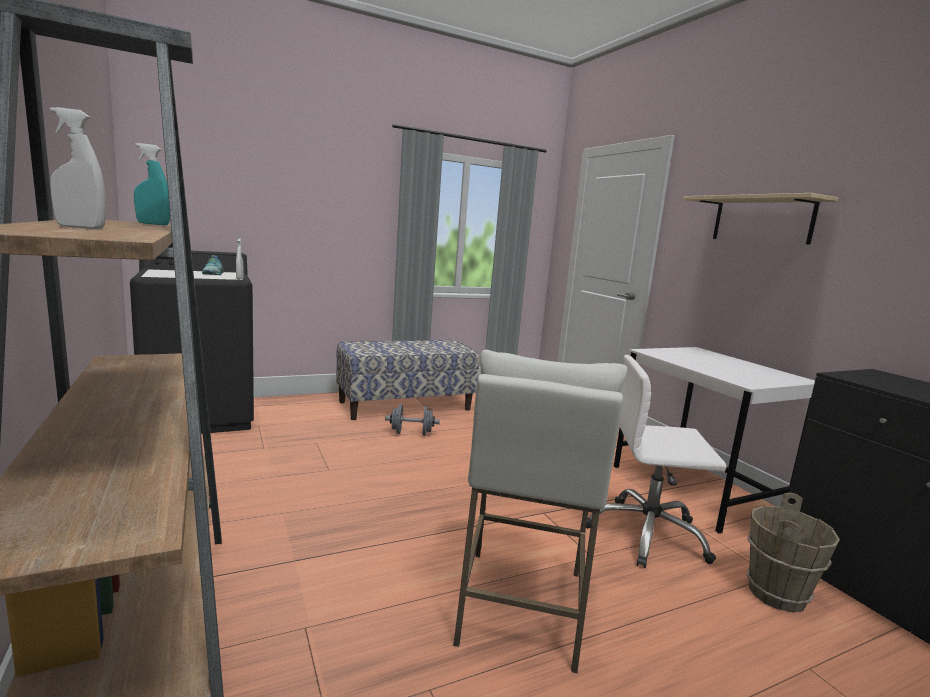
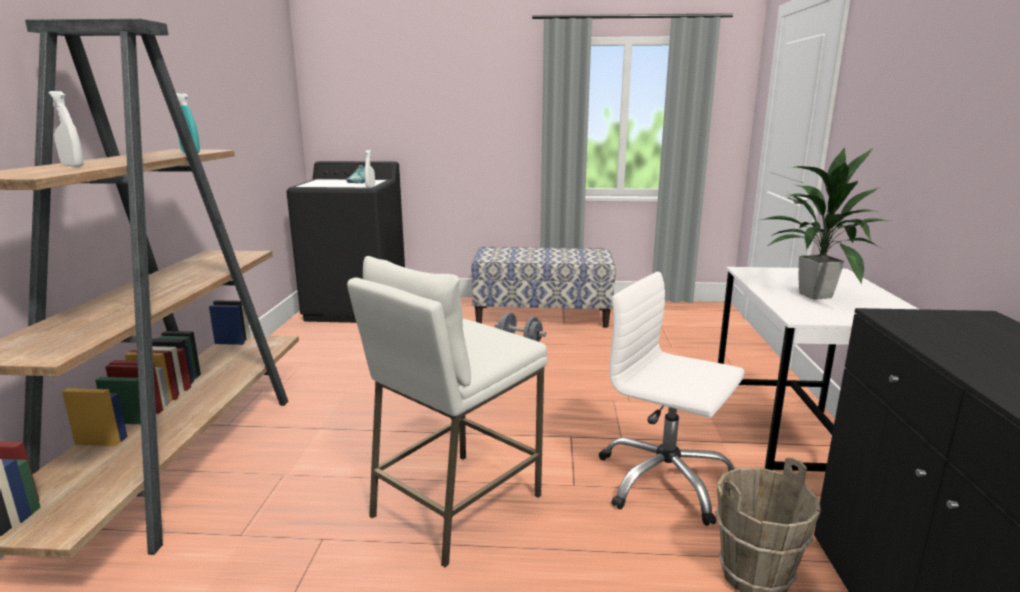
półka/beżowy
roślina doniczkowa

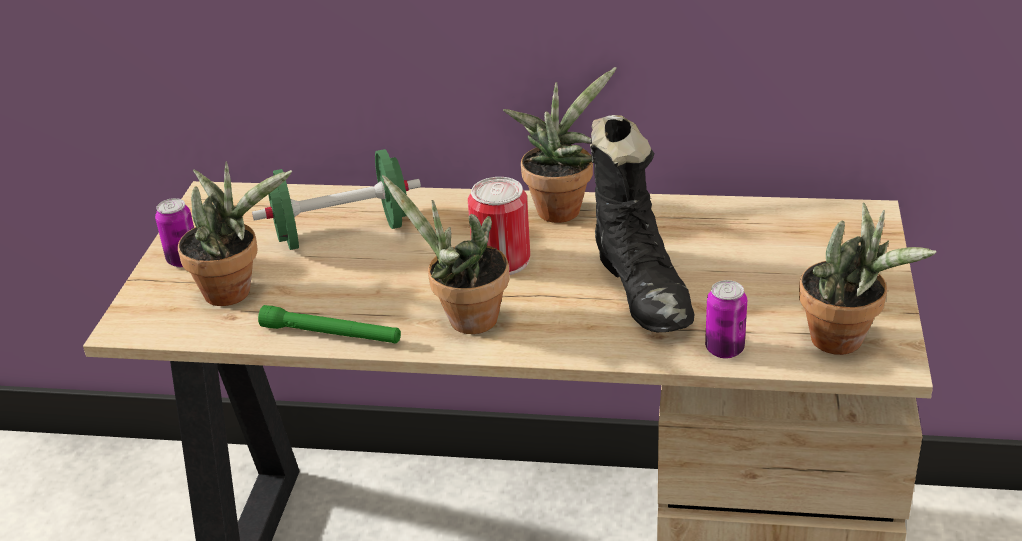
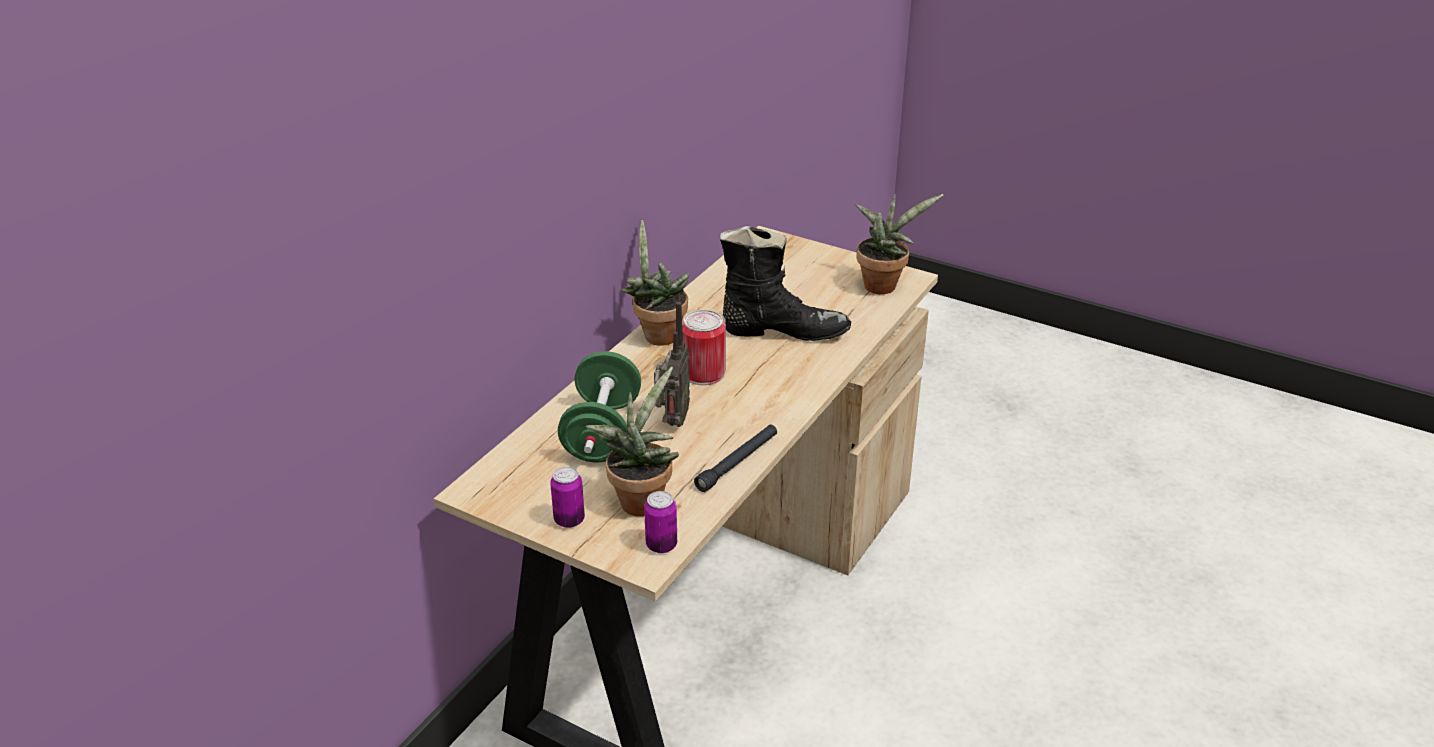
roślina doniczkowa (no. 2 from left in the first image)
radio
puszka (no. 2 from left)
latarka/czarny

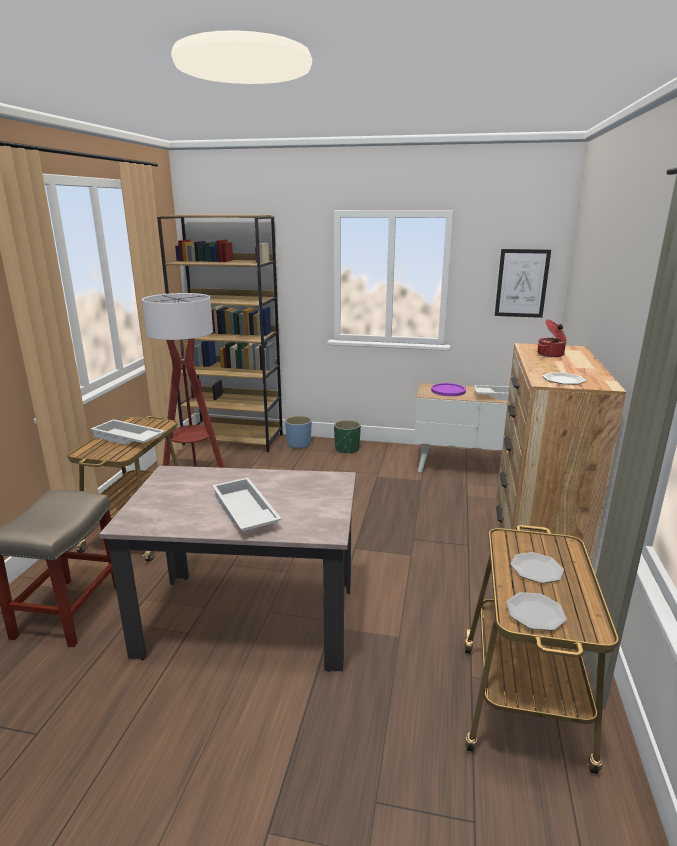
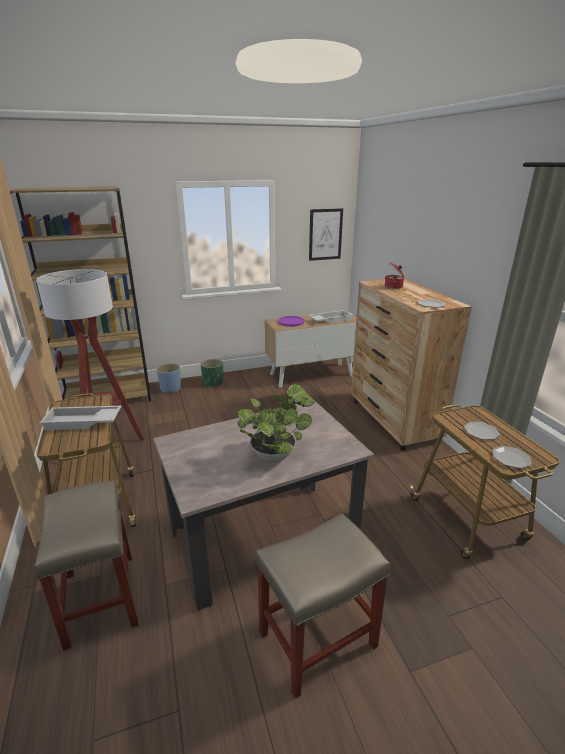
stołek/beżowy (no. 2 from left)
roślina doniczkowa

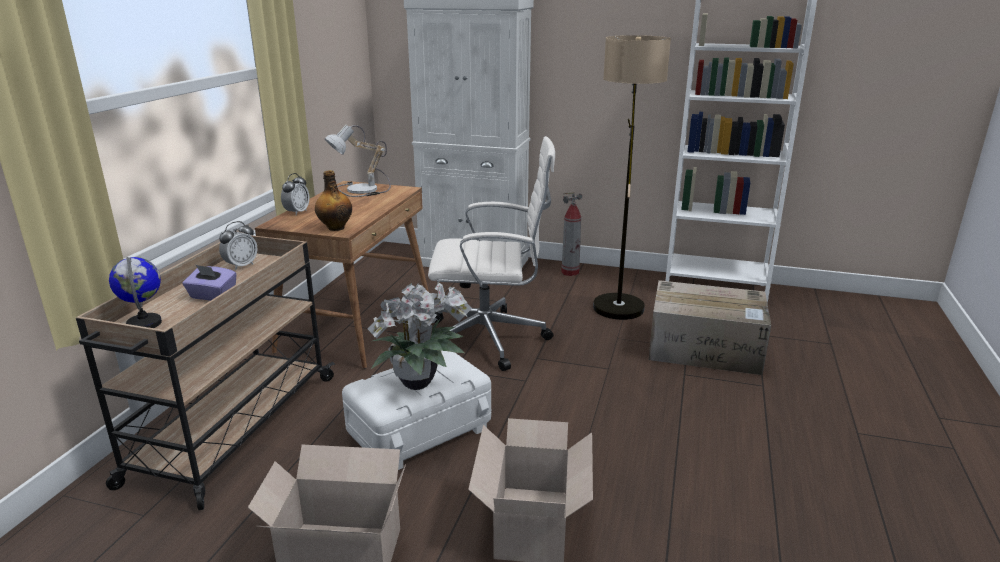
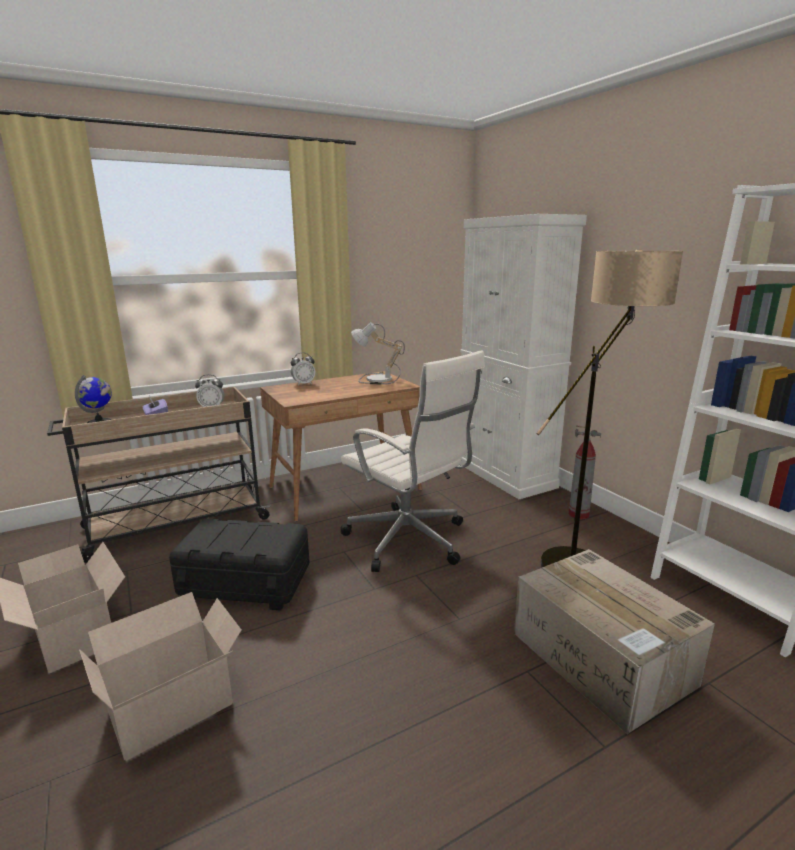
butelka
roślina doniczkowa
pojemnik do przechowywania/czarny

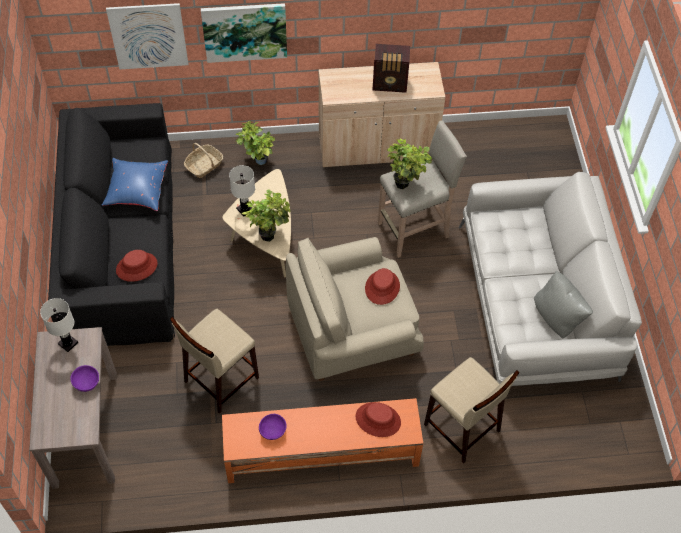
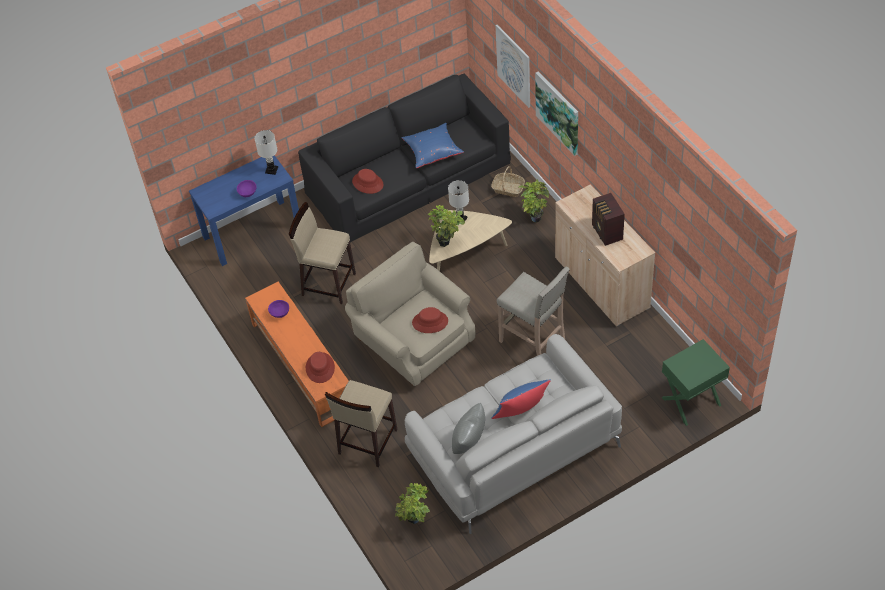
poduszka/niebieski (no. 2 from left)
szafka nocna/zielony
roślina doniczkowa (no. 1 from left)
stolik konsolowy/niebieski

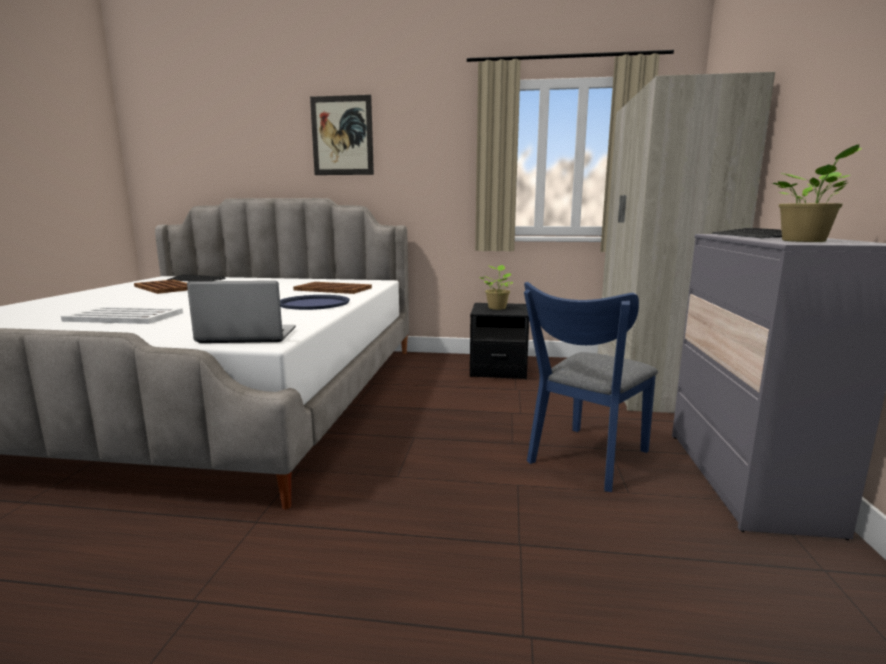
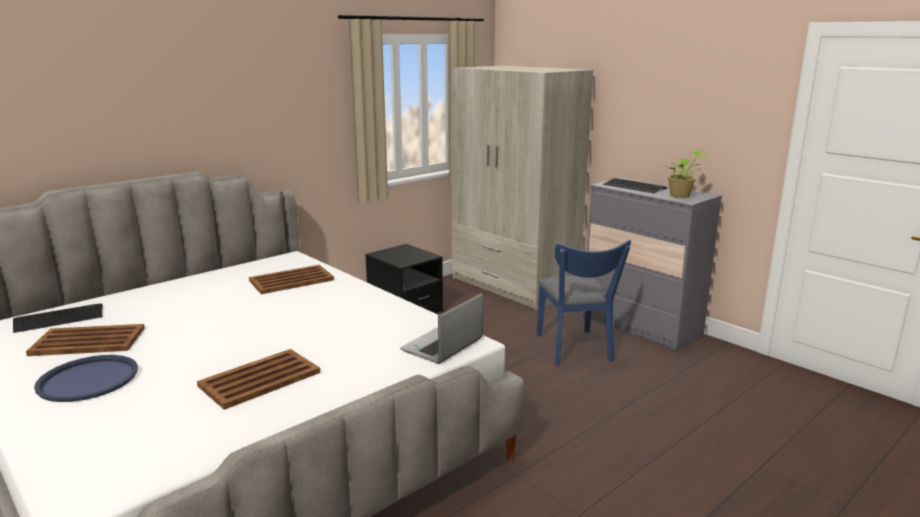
obraz
roślina doniczkowa (no. 1 from left in the first image)
taca/niebieski
taca/brązowy (no. 2 from left)

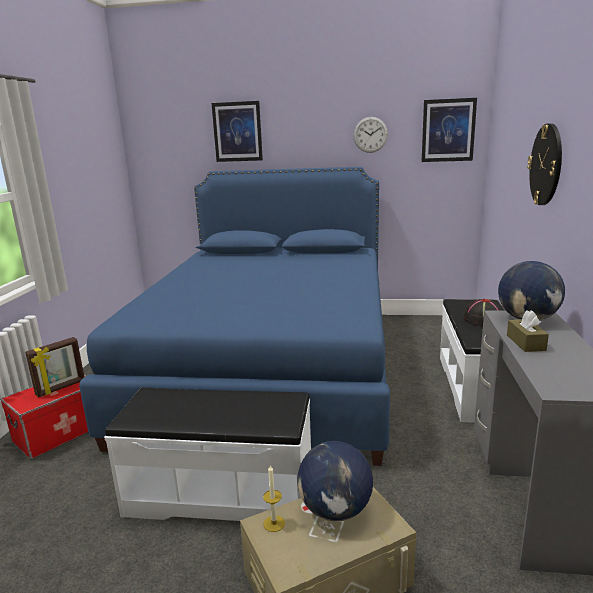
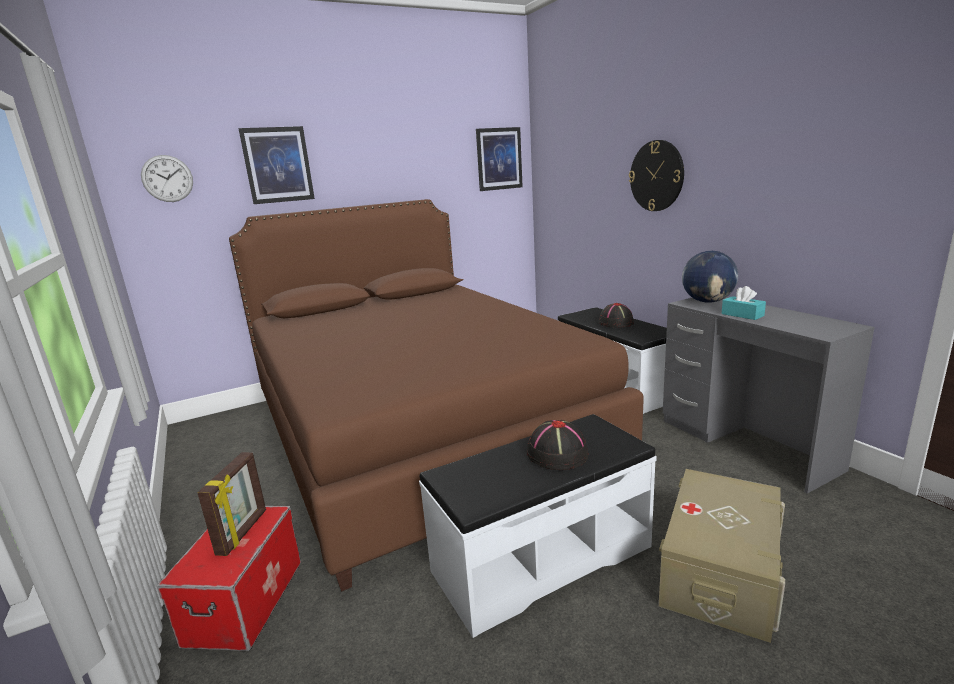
świeca
globus (no. 1 from left in the first image)
kapelusz/czarny (no. 1 from left)
zegar ścienny (no. 1 from left)
łóżko/brązowy
pudełko chusteczek/turkusowy

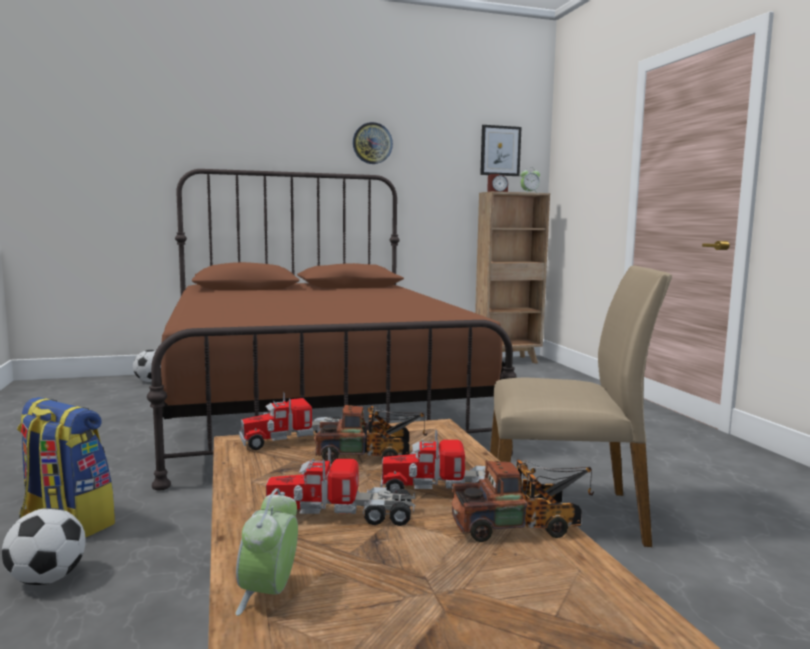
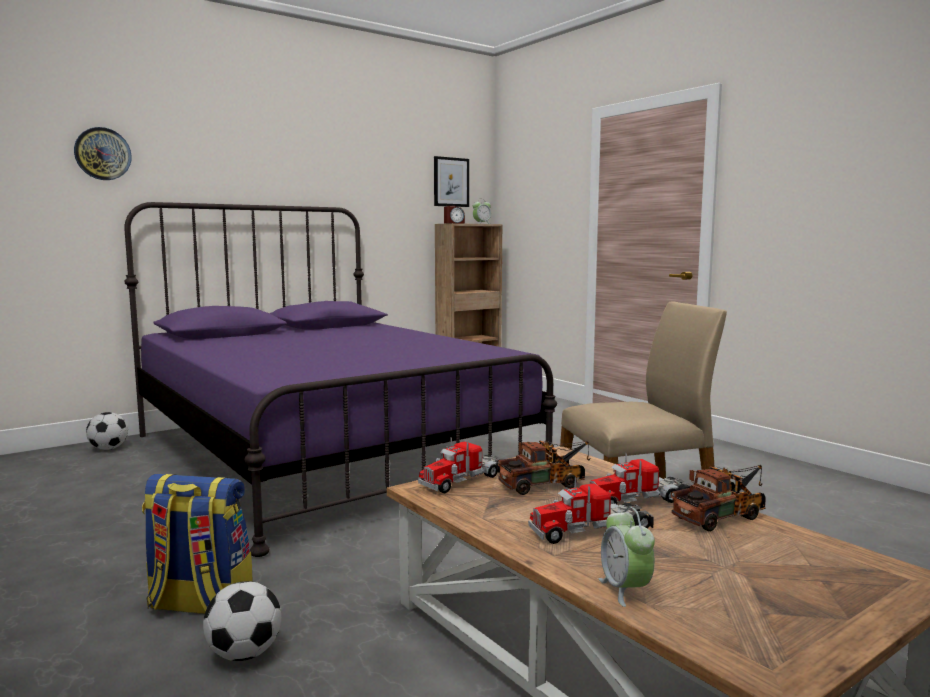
zegar ścienny
łóżko/fioletowy

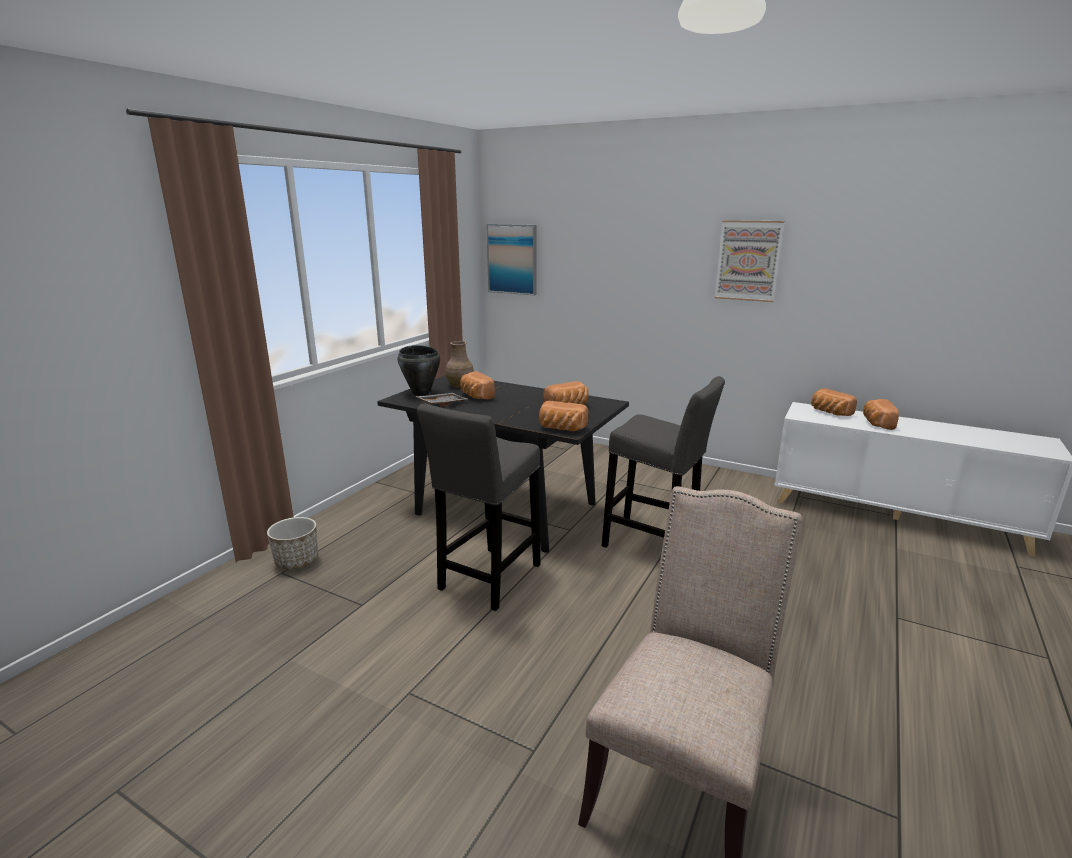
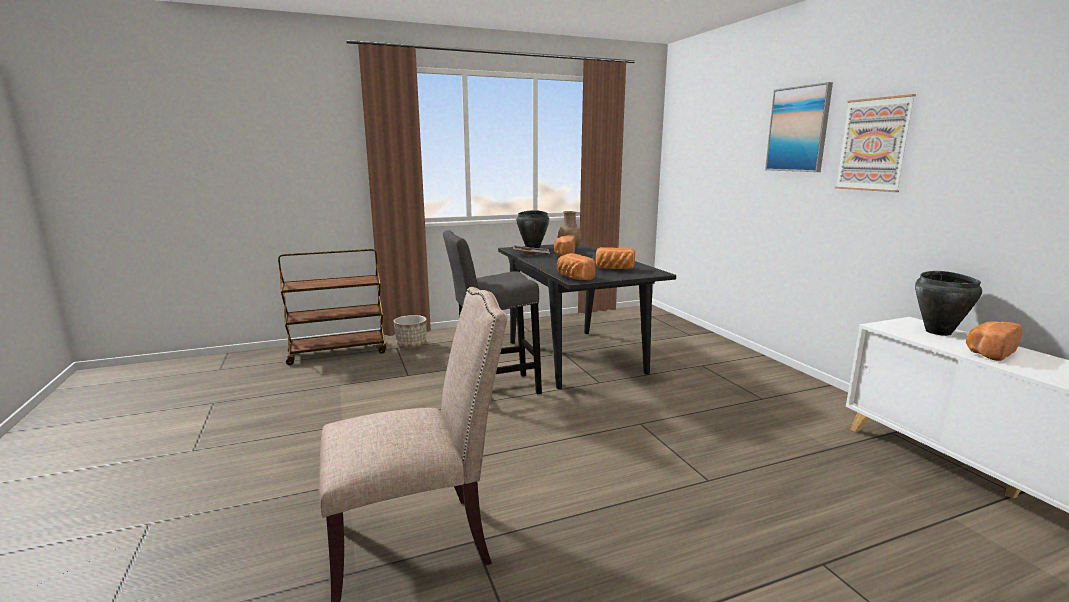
stołek/szary (no. 2 from left in the first image)
wózek/brązowy
obraz (no. 1 from left)
garnek/czarny (no. 2 from left)

